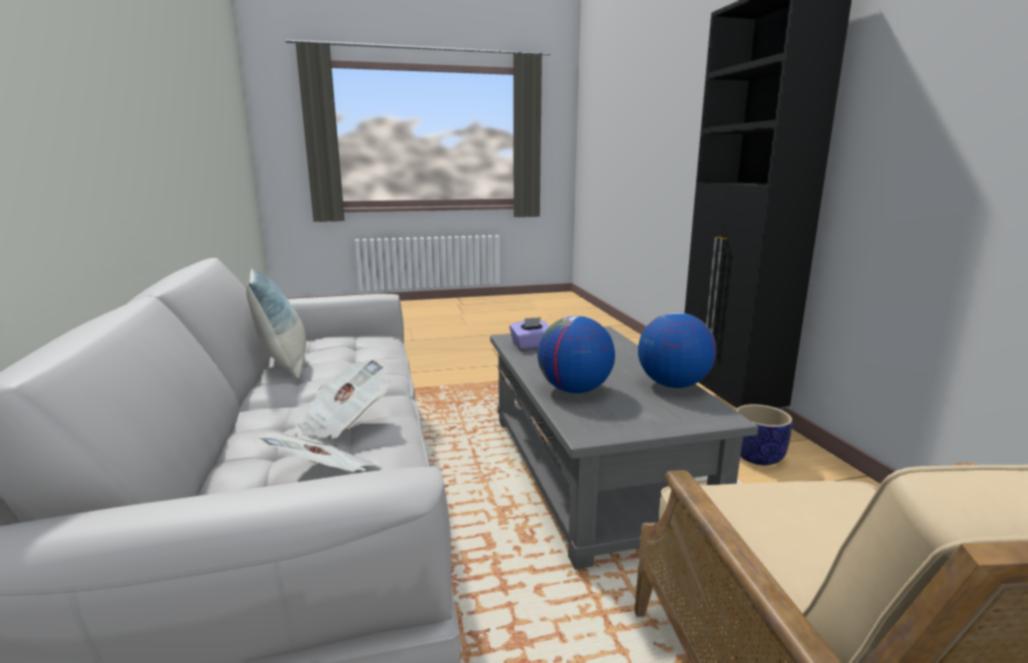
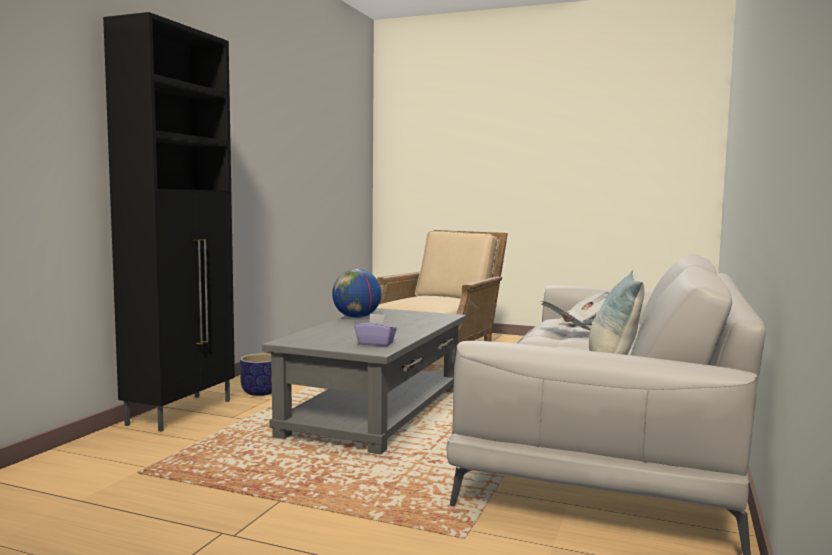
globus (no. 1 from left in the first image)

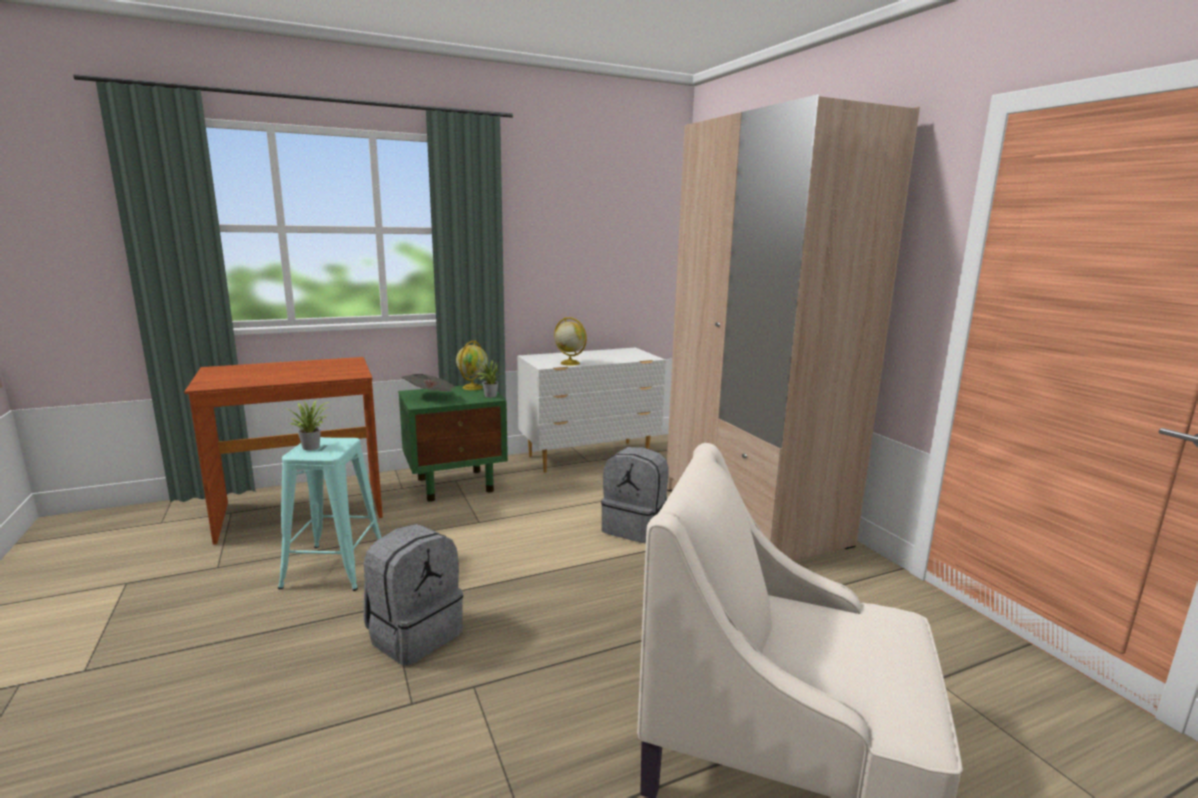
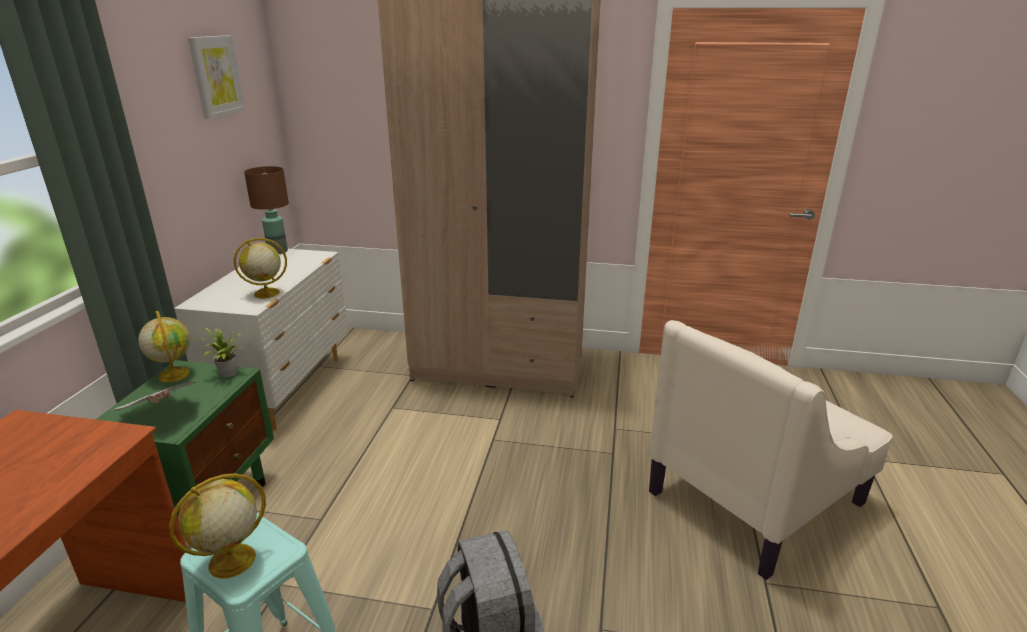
plecak/szary (no. 2 from left in the first image)
obraz
lampa stołowa/brązowy
globus (no. 2 from left)

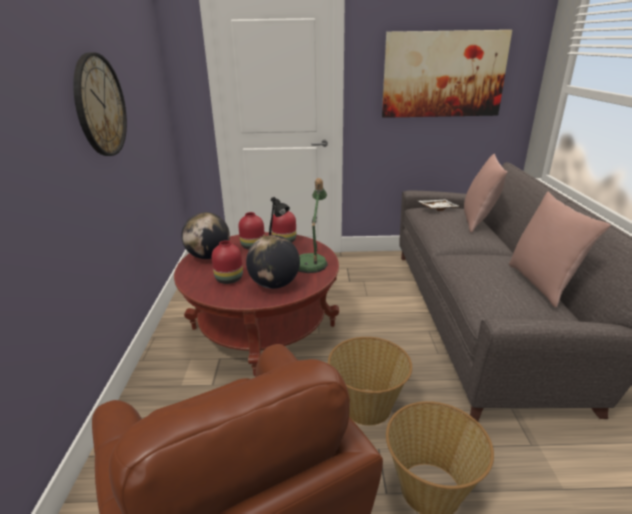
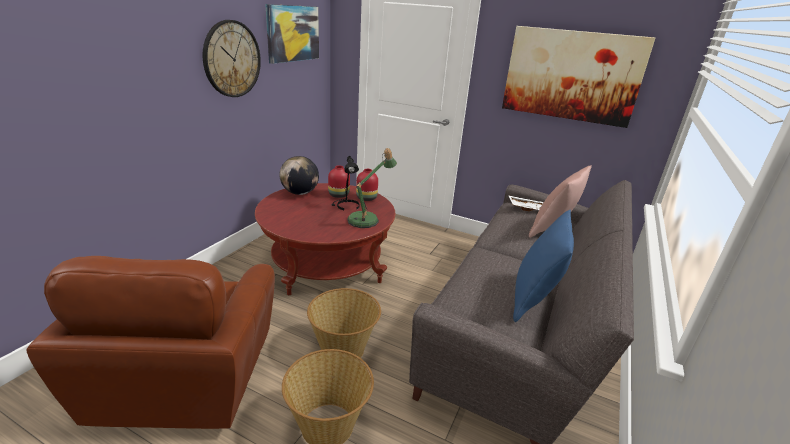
wazon/czerwony (no. 1 from left in the first image)
globus (no. 2 from left in the first image)
obraz (no. 1 from left)
poduszka/niebieski

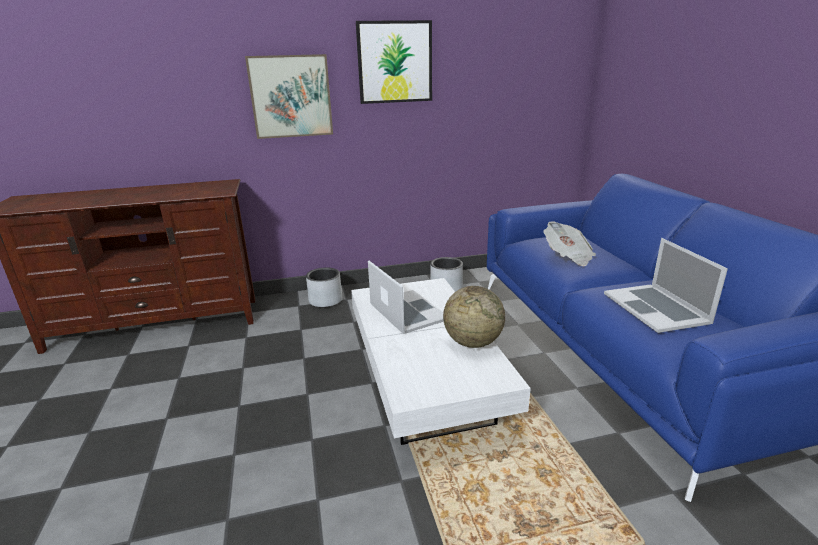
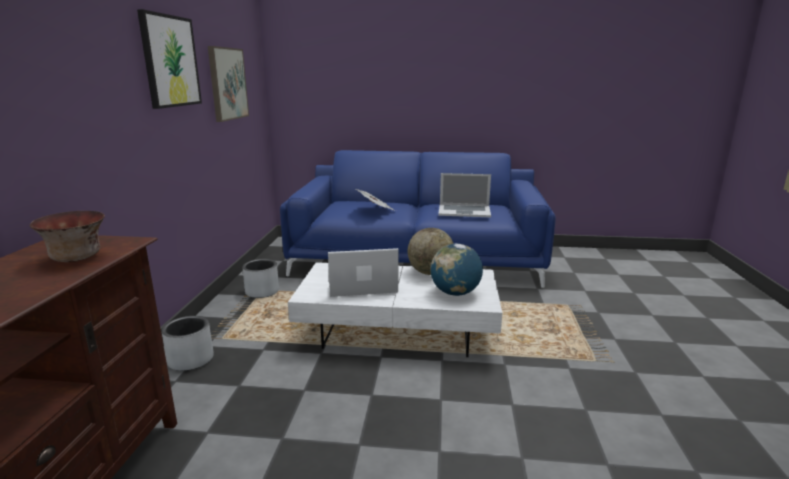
miska
globus (no. 2 from left)
obraz (no. 2 from left)

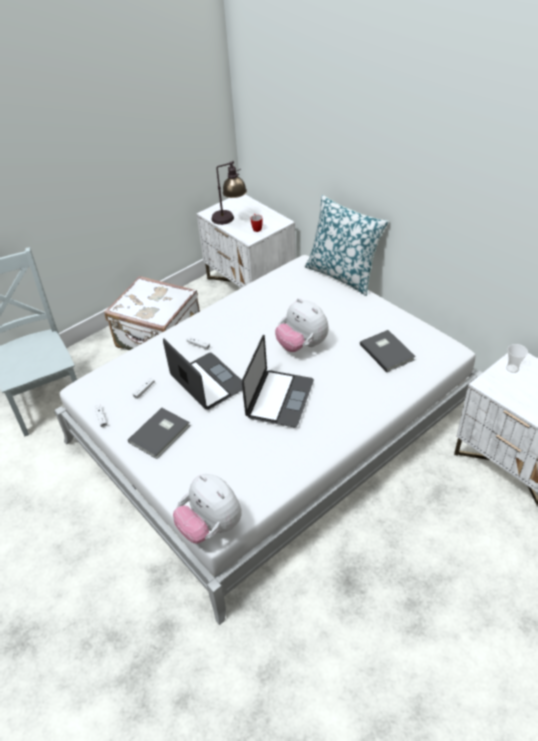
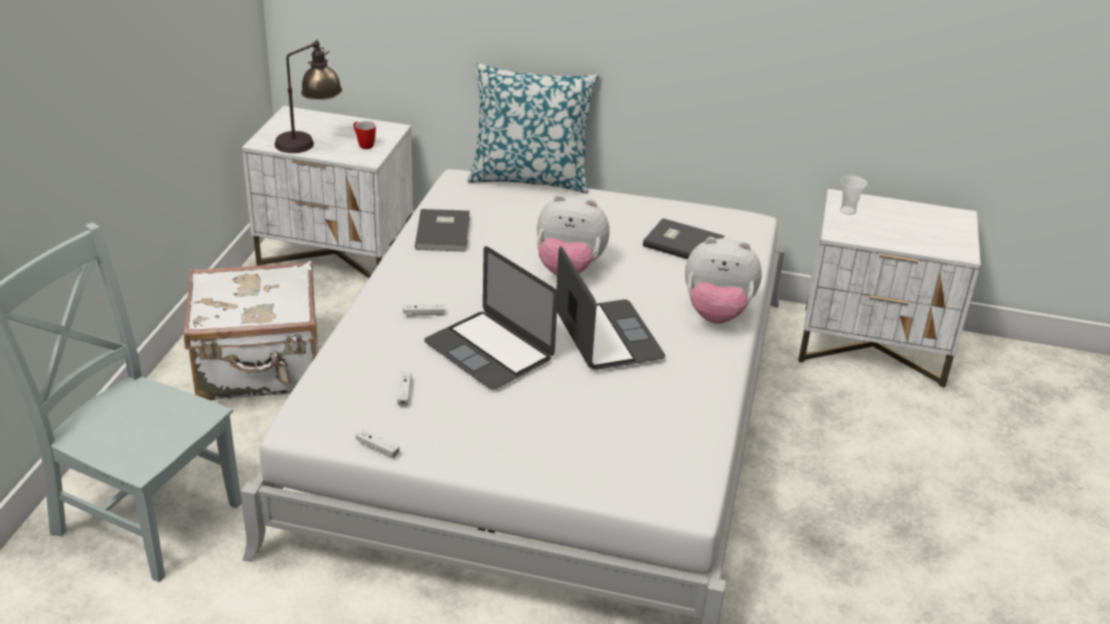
książka/szary (no. 1 from left)
pluszak (no. 2 from left)
laptop (no. 1 from left)

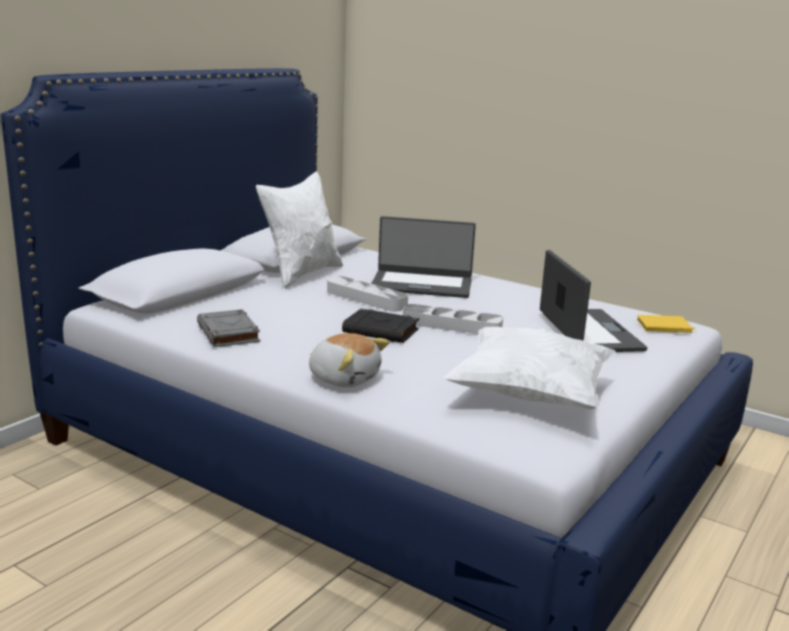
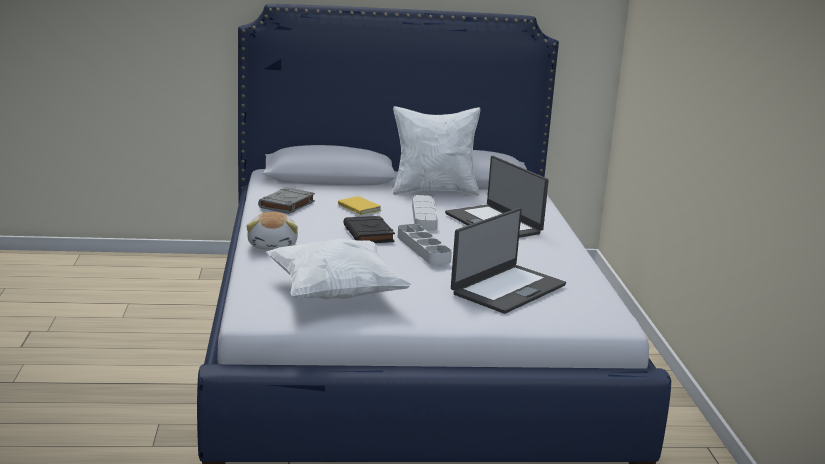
książka/żółty

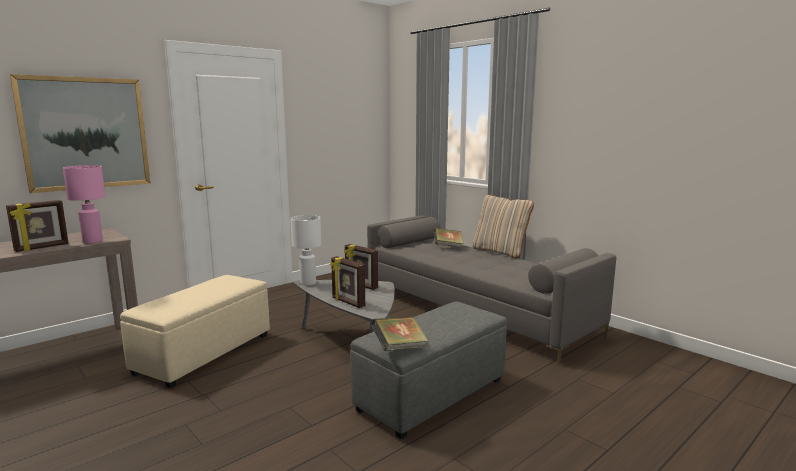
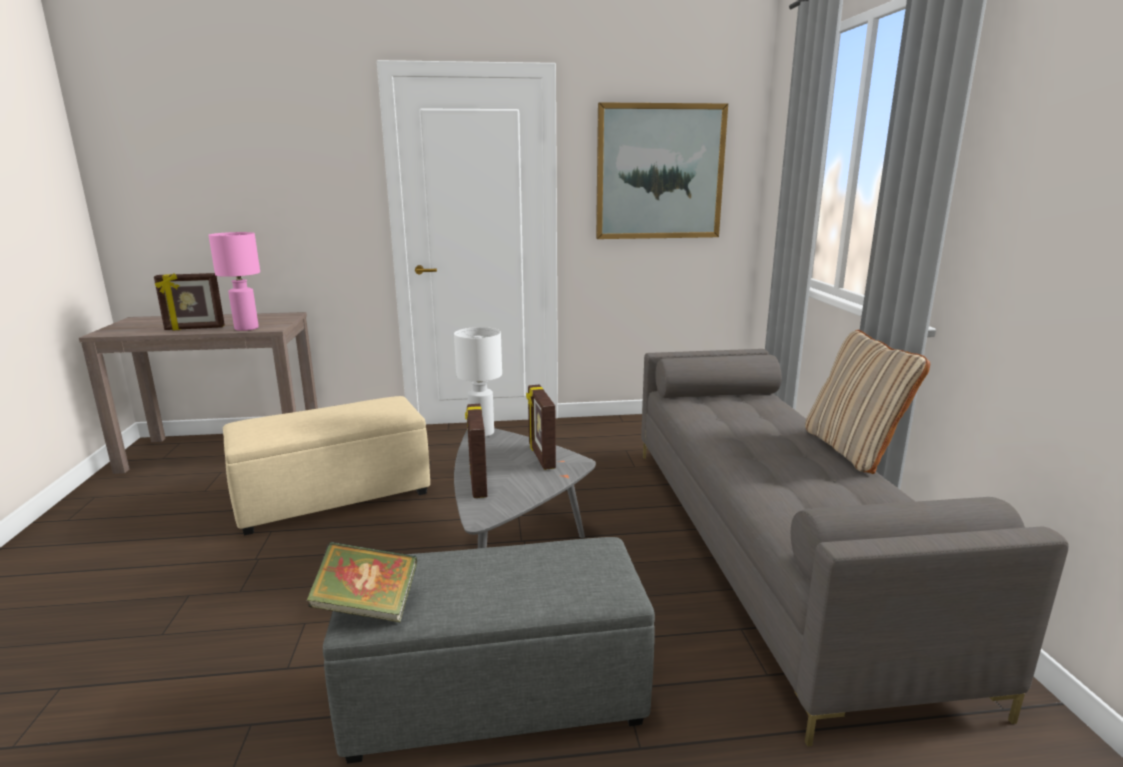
książka (no. 2 from left in the first image)
obraz

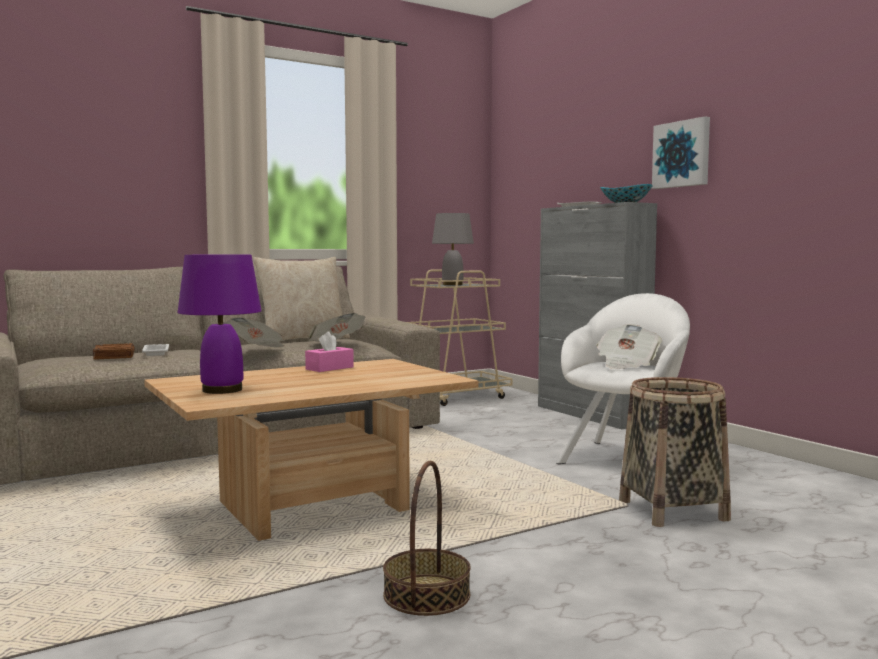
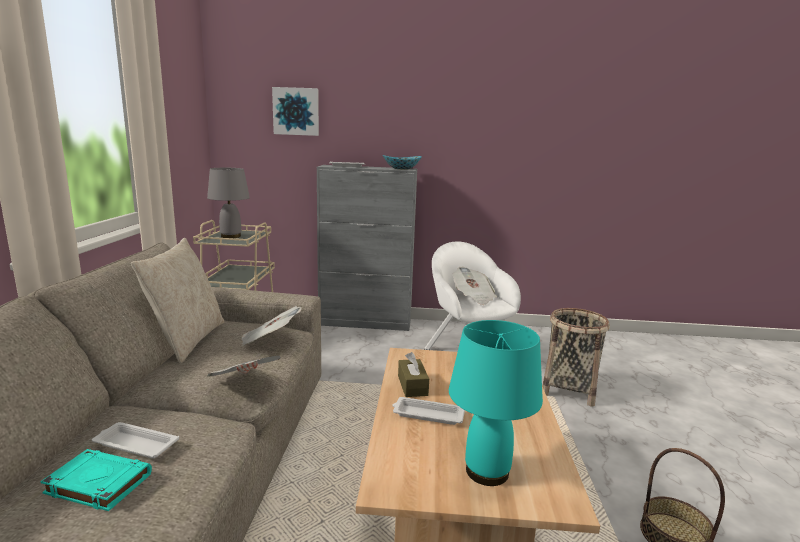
taca/biały (no. 3 from left)
obraz
książka/turkusowy
lampa stołowa/turkusowy
pudełko chusteczek/brązowy

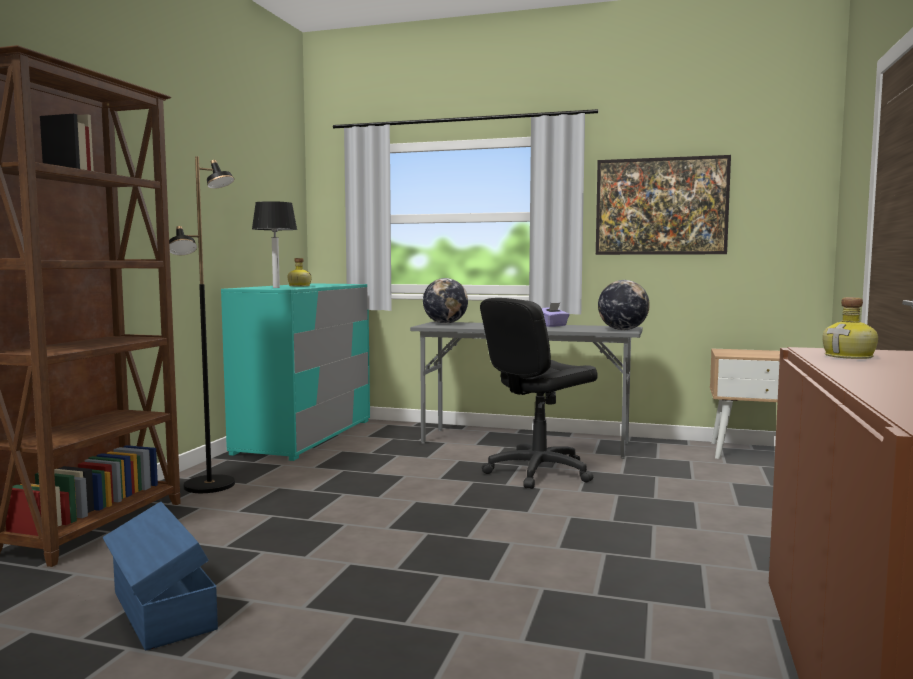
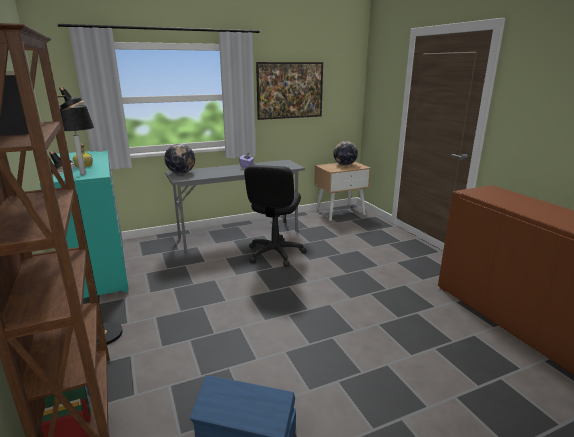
butelka (no. 2 from left in the first image)
globus (no. 2 from left)

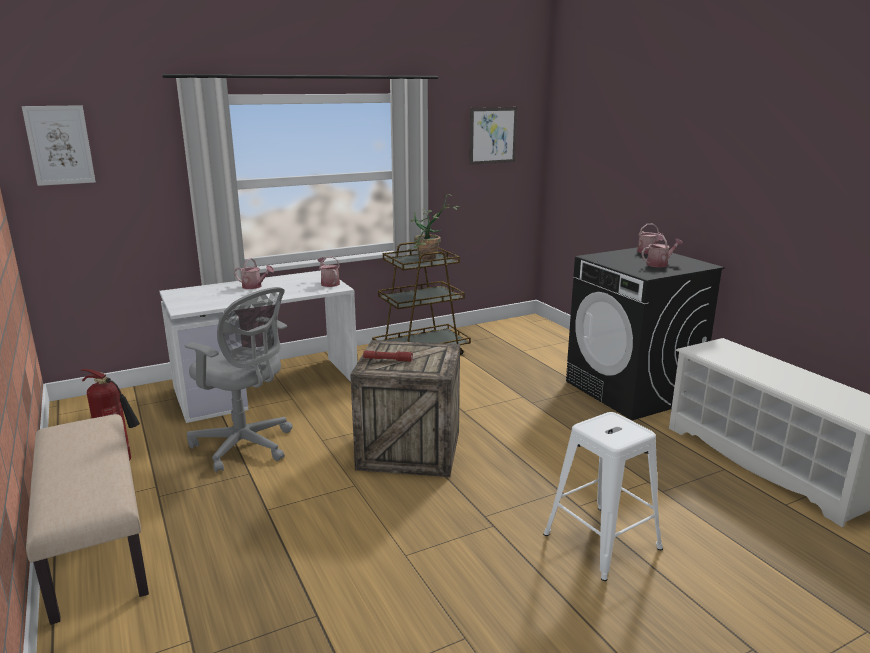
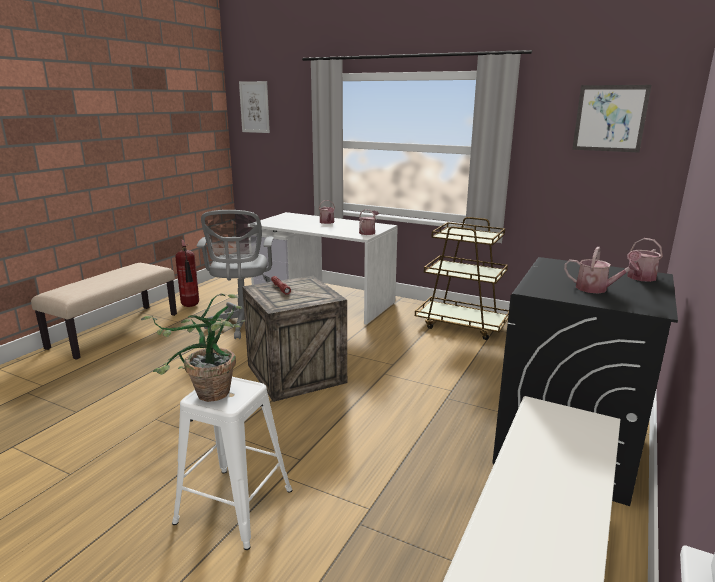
roślina doniczkowa

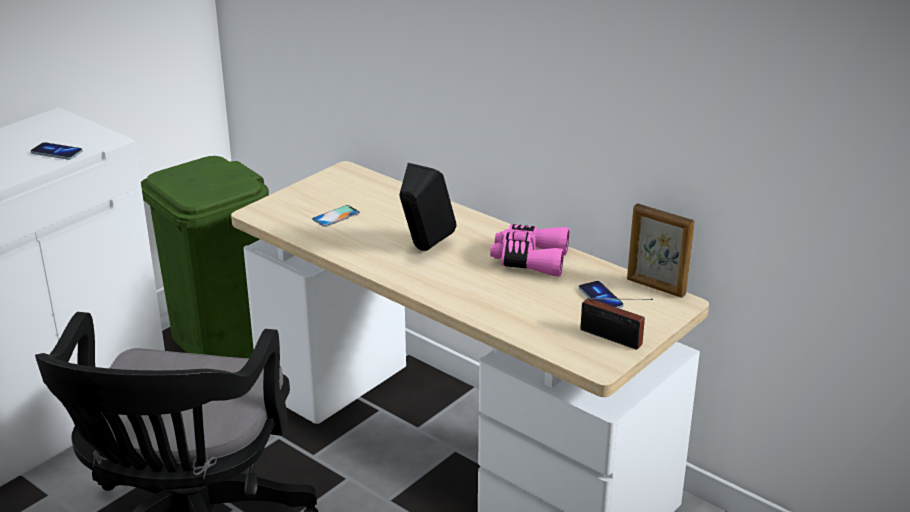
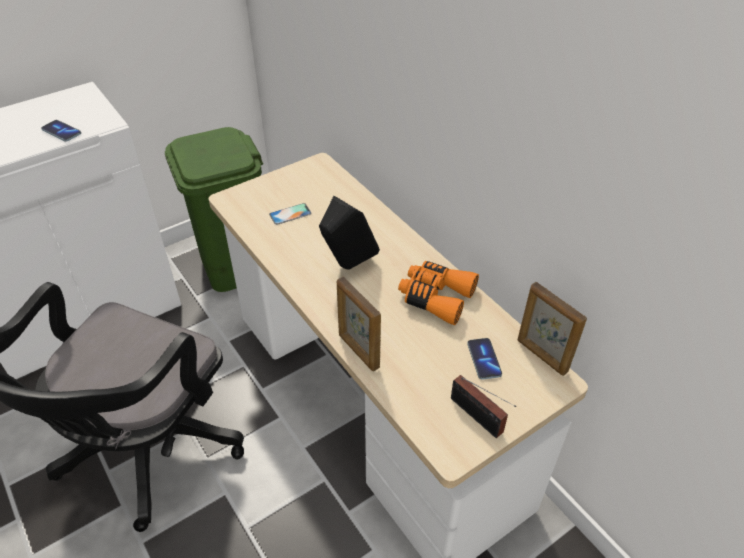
ramka na zdjęcie (no. 1 from left)
lornetka/pomarańczowy

